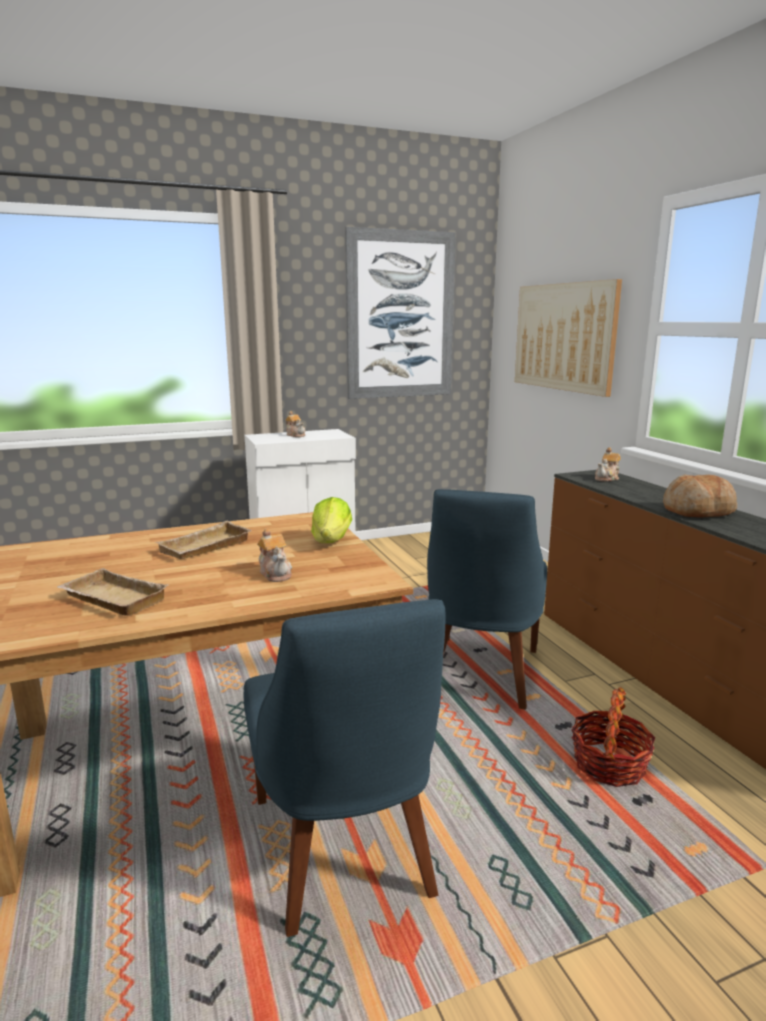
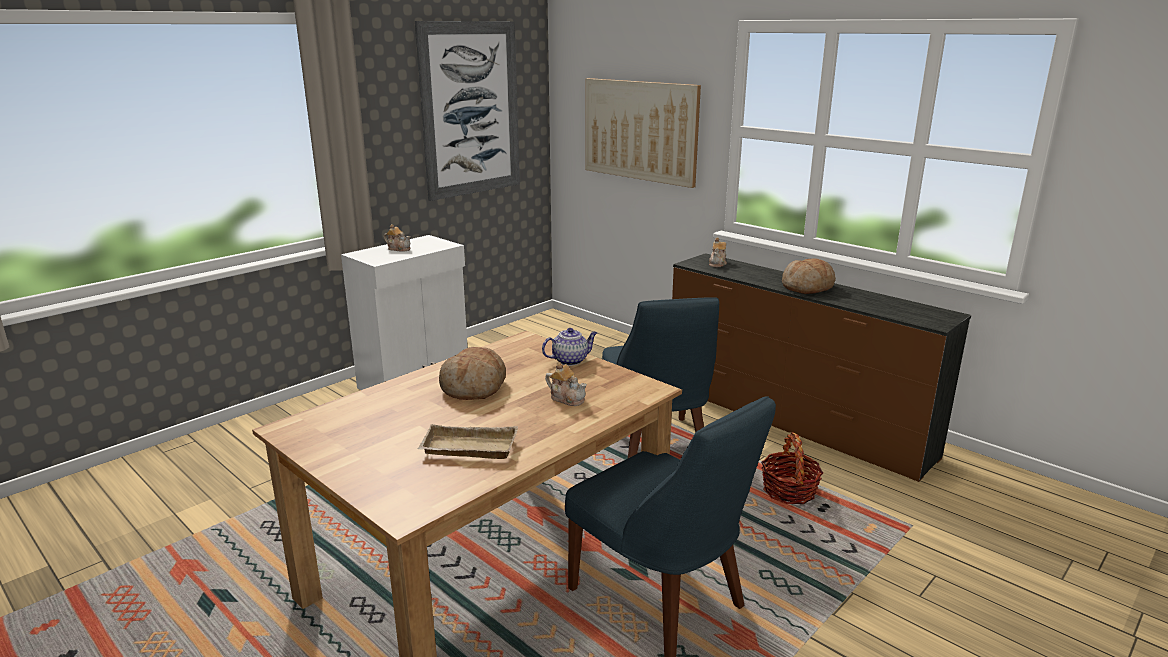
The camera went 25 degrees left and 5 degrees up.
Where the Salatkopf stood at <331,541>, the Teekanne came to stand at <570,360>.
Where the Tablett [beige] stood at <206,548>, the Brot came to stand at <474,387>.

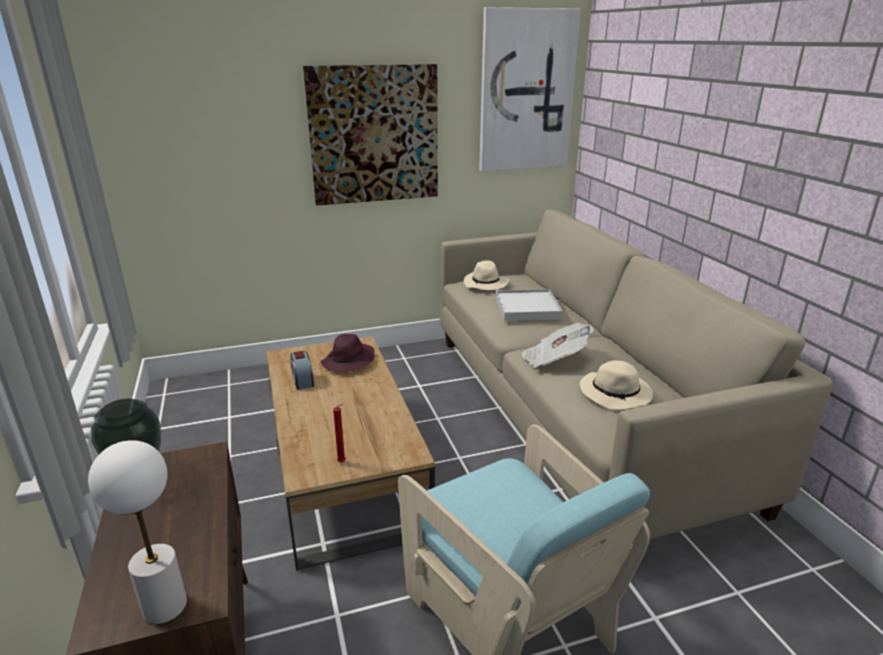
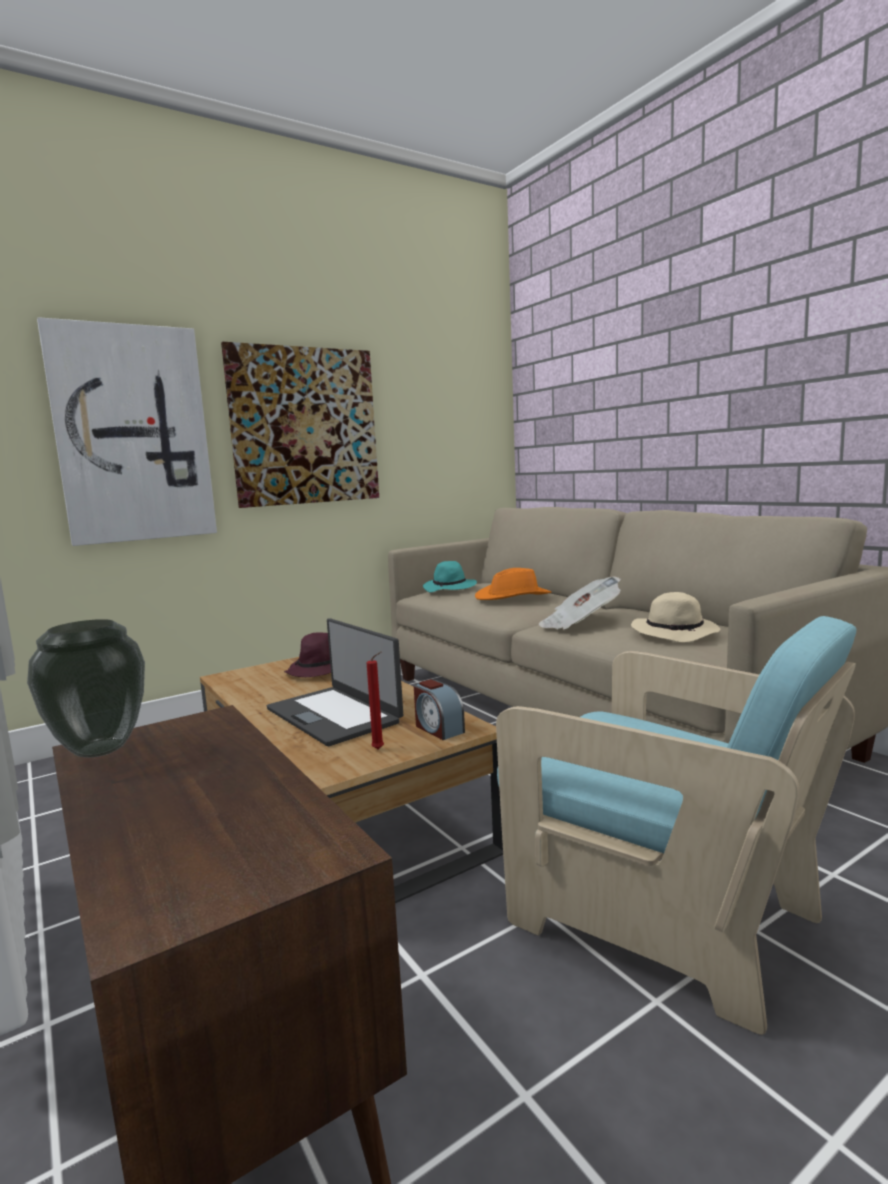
The camera went 15 degrees left and 15 degrees down.
The Bild ended up elsewhere, having gone from <526,92> to <133,435>.
What was the Hut [beige] at <486,284> turned into the Hut [türkis] at <450,588>.
Where the Tablett [weiß] stood at <527,308>, the Hut [orange] came to stand at <513,596>.
The Wecker ended up elsewhere, having gone from <302,381> to <438,729>.
The second view lost the Tischlampe [weiß] at <165,606>.
The second view gained the Laptop at <334,715>.

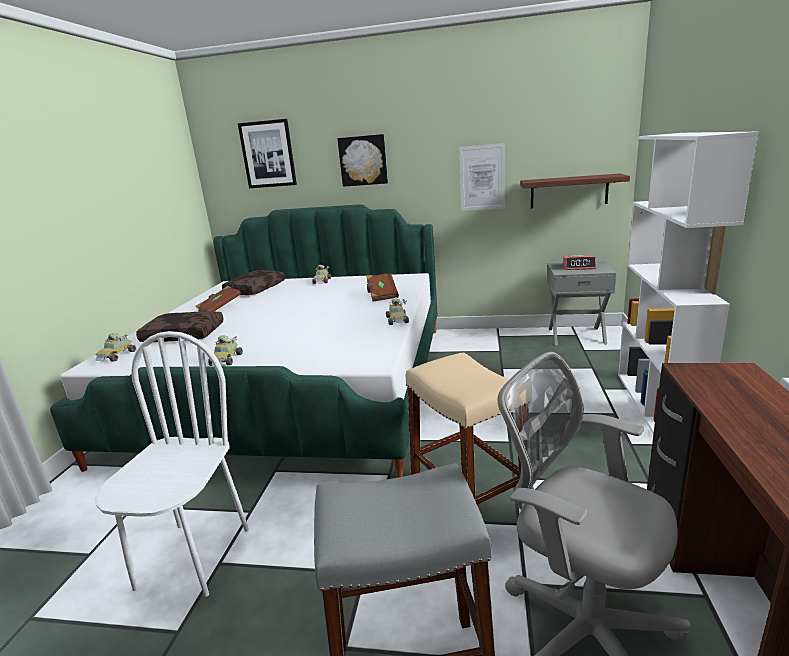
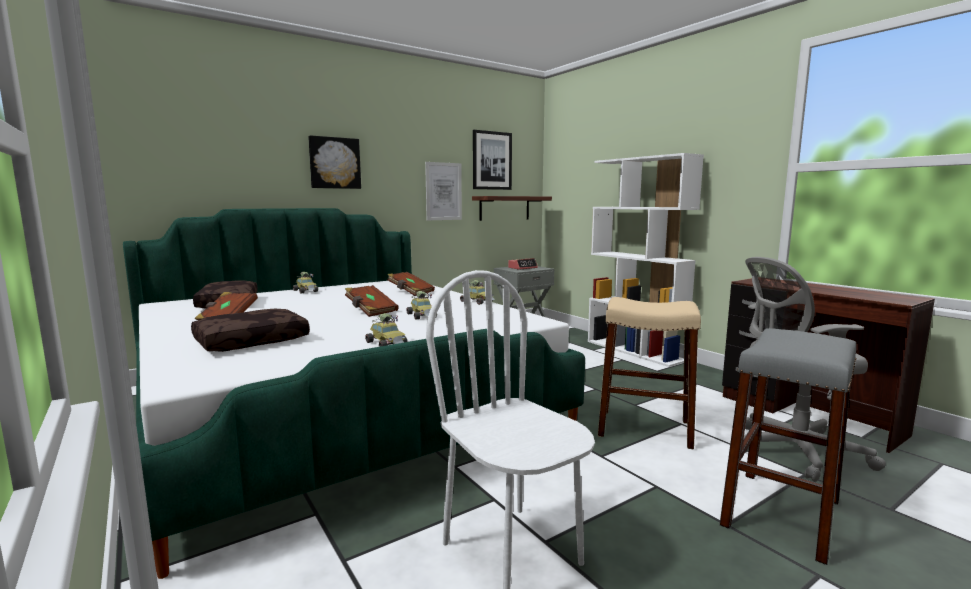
The camera went 45 degrees left and 10 degrees down.
The Bild ended up elsewhere, having gone from <268,154> to <492,160>.
The Spielzeugauto ended up elsewhere, having gone from <117,356> to <422,316>.
The second view gained the Buch [braun] at <370,311>.

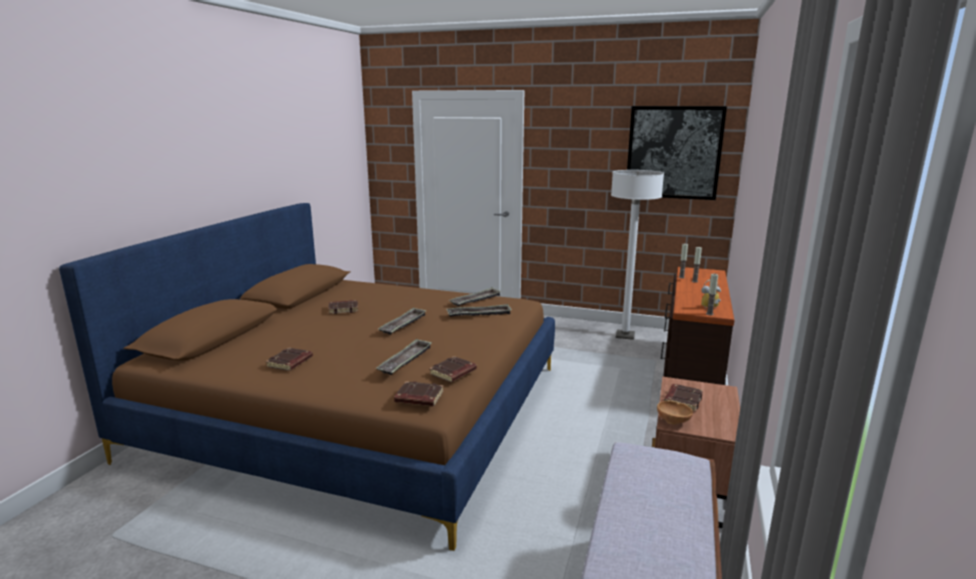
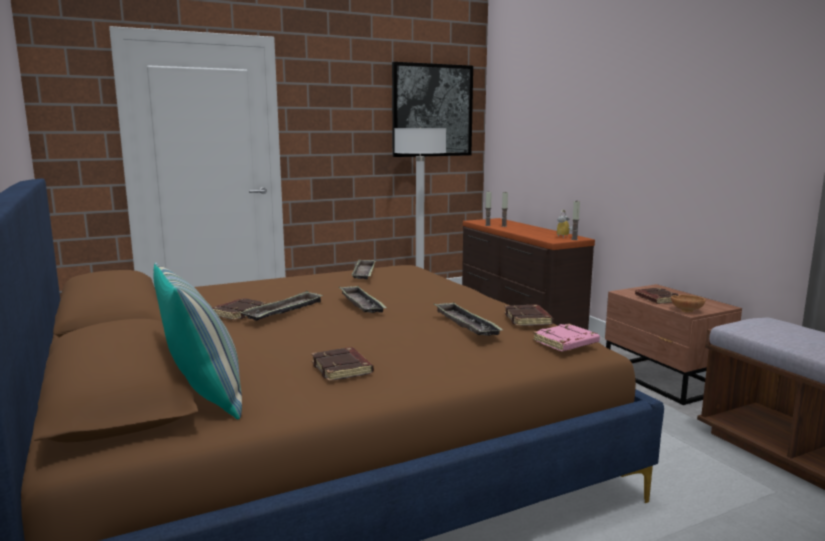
The camera went 45 degrees left and 5 degrees down.
The Tablett ended up elsewhere, having gone from <479,314> to <284,311>.
What was the Buch [braun] at <418,398> turned into the Buch [rosa] at <566,343>.
The second view gained the Kissen at <204,396>.

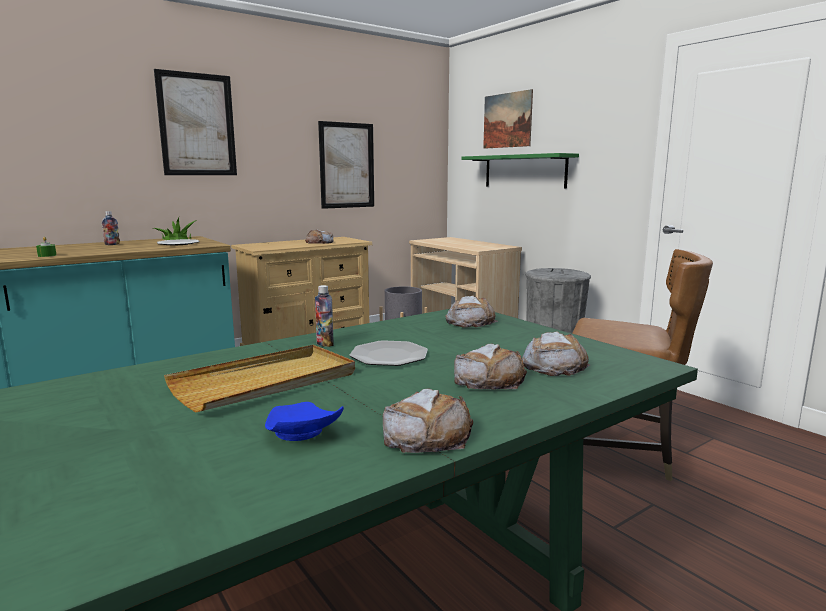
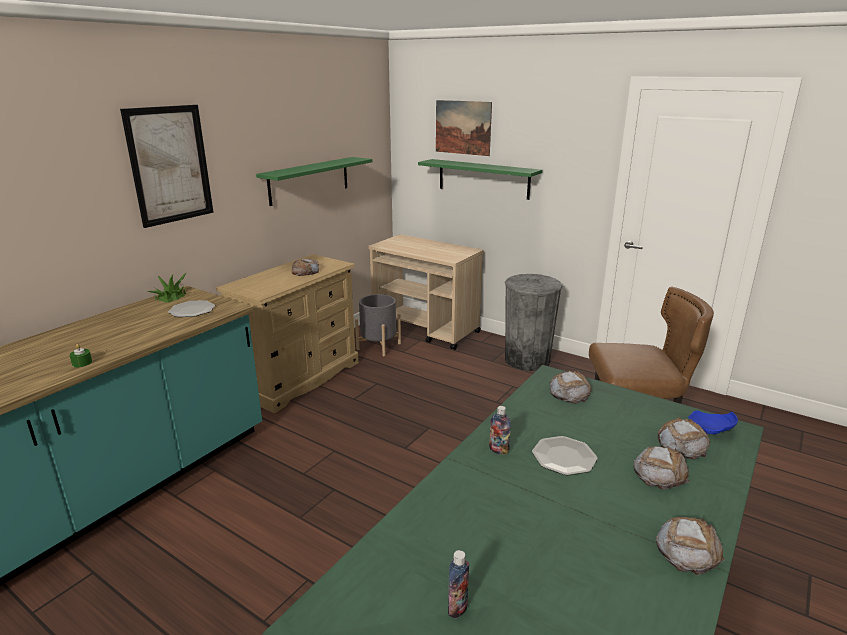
The camera went 20 degrees left and 10 degrees up.
Where the Bild hung at <347,165>, the Wandregal [grün] came to hang at <309,180>.
The Flasche ended up elsewhere, having gone from <112,244> to <457,608>.
The second view lost the Tablett [beige] at <266,382>.
The Teller [blau] ended up elsewhere, having gone from <300,434> to <711,429>.

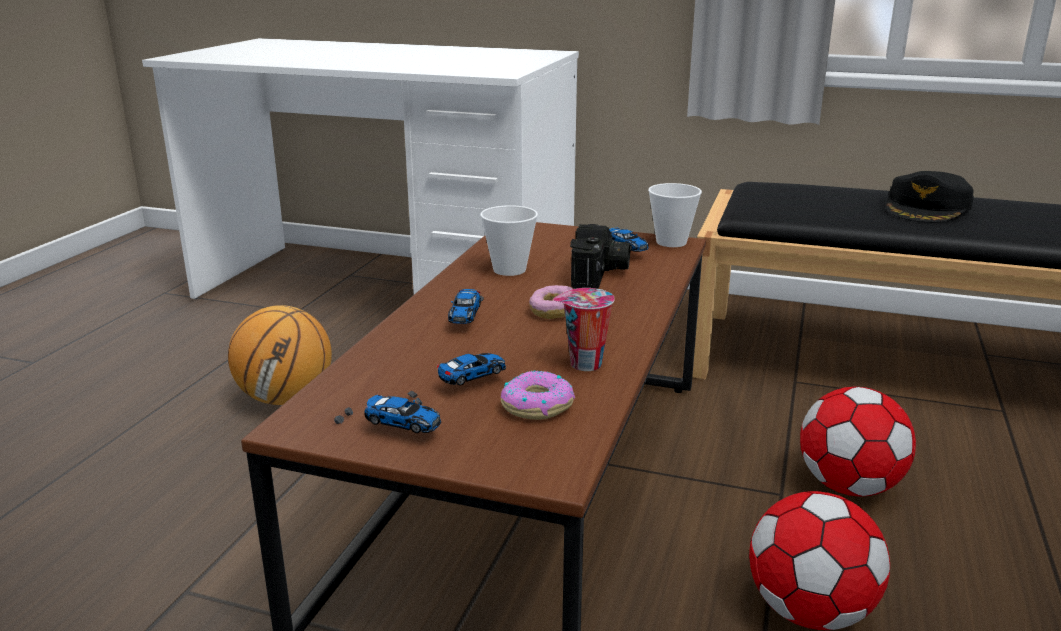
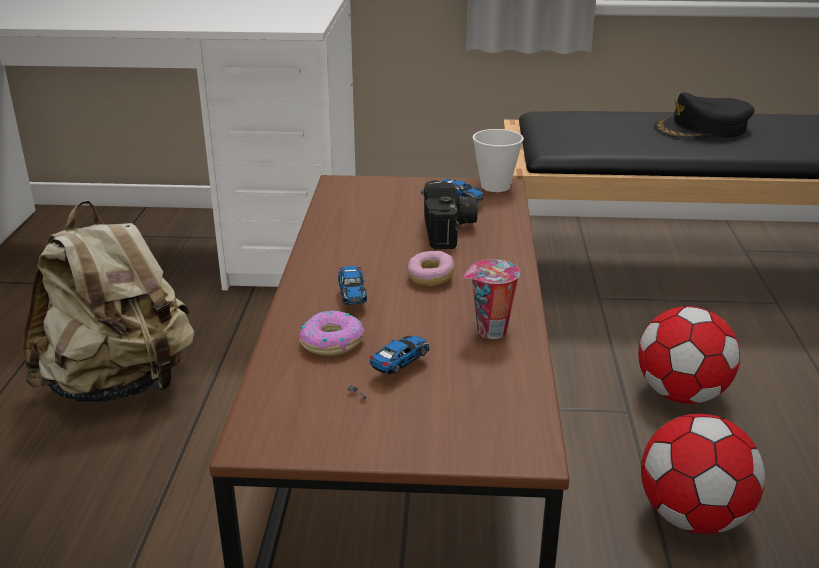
The camera went 15 degrees left and 5 degrees up.
The Kappe [schwarz] at <927,208> ended up facing another way, 60 degrees clockwise from before.
The second view lost the Tasse at <509,270>.
Where the Basketball stood at <286,398>, the Rucksack [beige] came to stand at <119,385>.
The Donut ended up elsewhere, having gone from <536,405> to <331,342>.
The second view lost the Spielzeugauto at <388,429>.

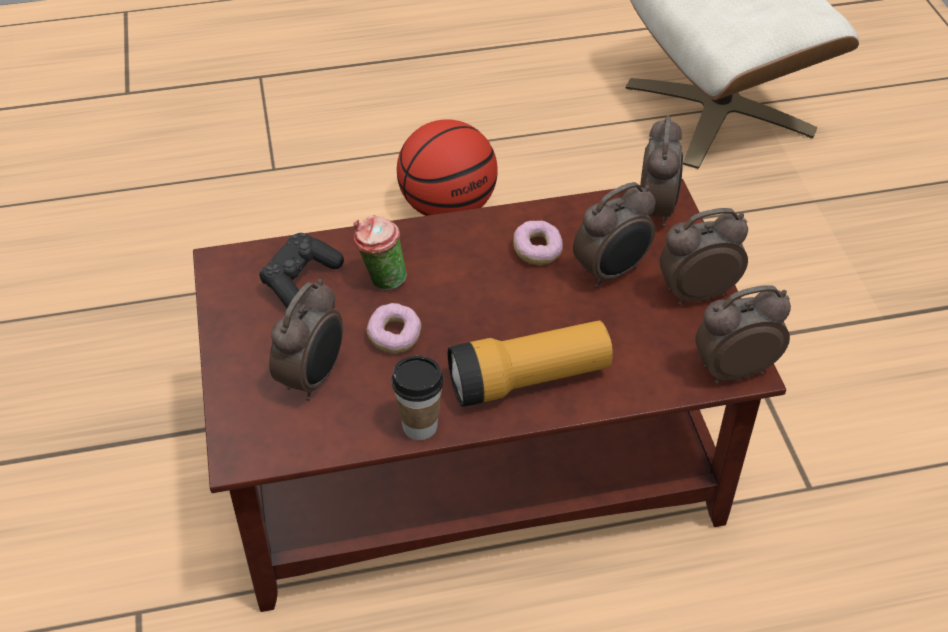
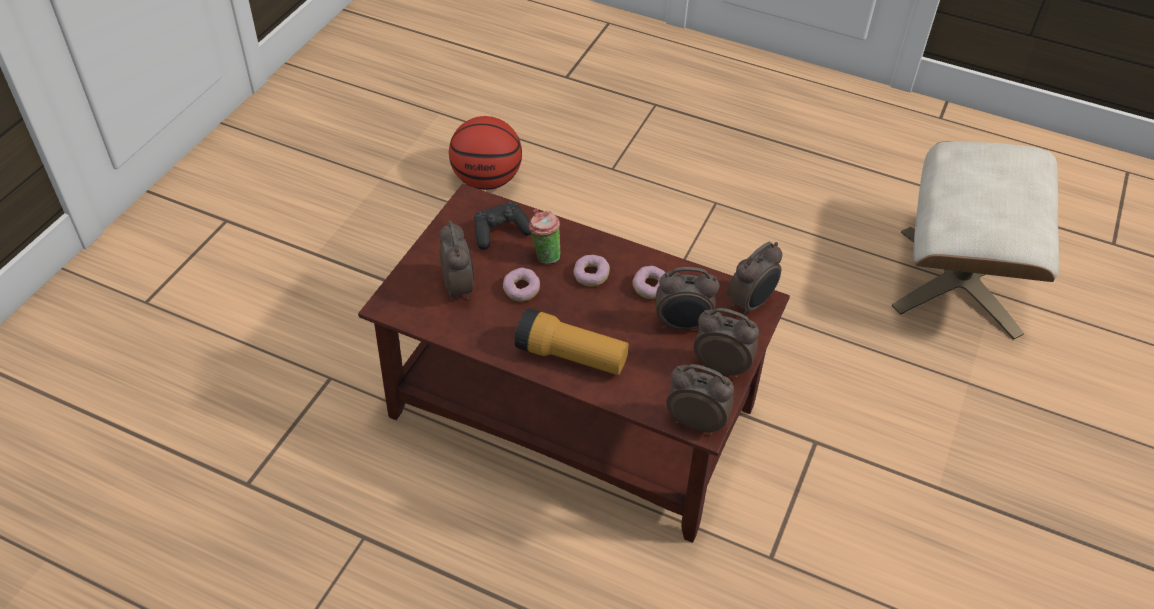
The camera went 35 degrees right and 0 degrees up.
The Basketball ended up elsewhere, having gone from <447,207> to <486,180>.
The Wecker at <314,377> ended up facing another way, 75 degrees counterclockwise from before.
The second view lost the Tasse at <420,426>.
The second view gained the Donut at <591,276>.

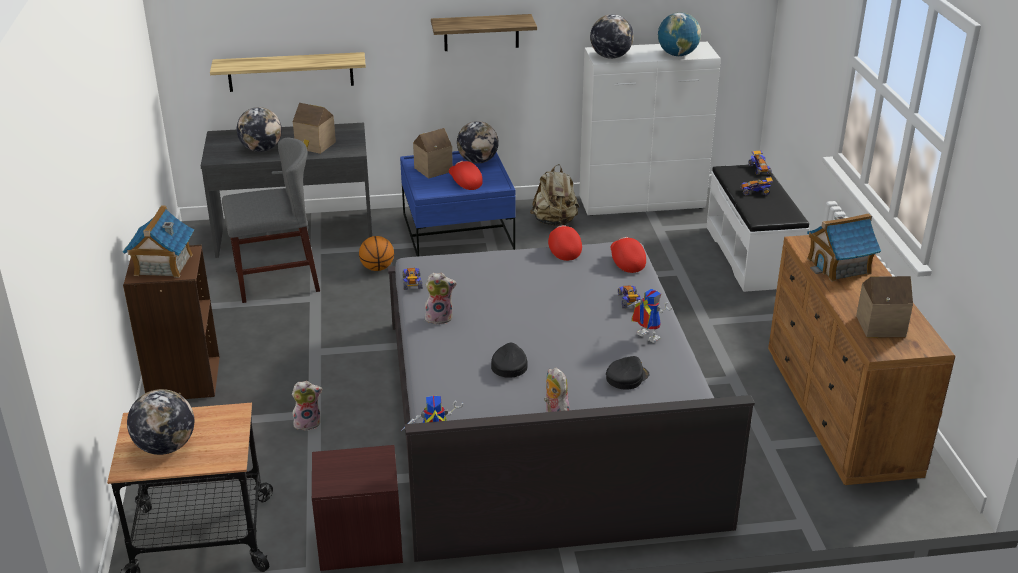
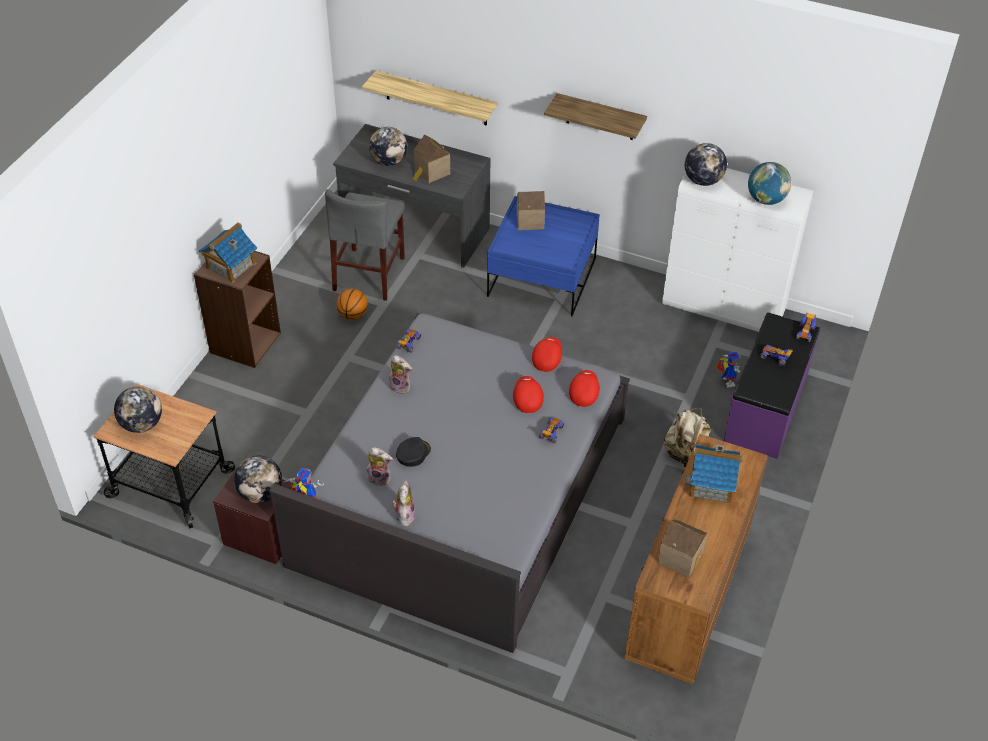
The camera went 30 degrees right and 15 degrees up.
The Globus ended up elsewhere, having gone from <478,161> to <261,493>.
The Stuhl [grau] at <277,280> ended up facing another way, 90 degrees clockwise from before.
The Kappe [rot] ended up elsewhere, having gone from <465,182> to <527,399>.
The Rucksack [beige] ended up elsewhere, having gone from <555,222> to <686,454>.
What was the Bank [weiß] at <752,256> turned into the Bank [lila] at <767,407>.
The Basketball ended up elsewhere, having gone from <377,268> to <353,315>.
The Spielzeugroboter ended up elsewhere, having gone from <644,337> to <725,380>.
The second view lost the Kappe [schwarz] at <626,377>.
The Plüschtier ended up elsewhere, having gone from <308,423> to <380,477>.

